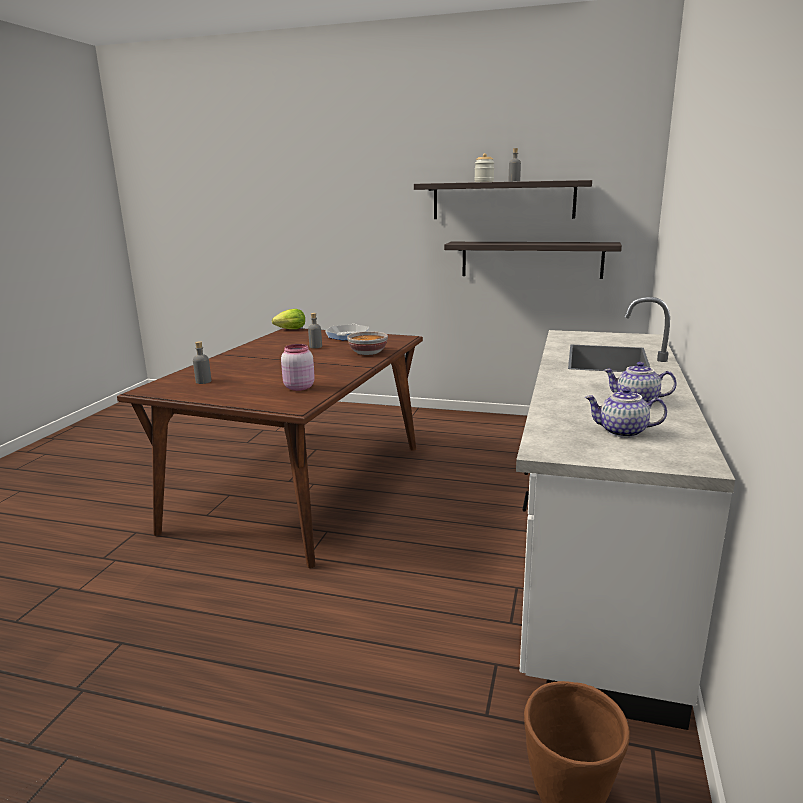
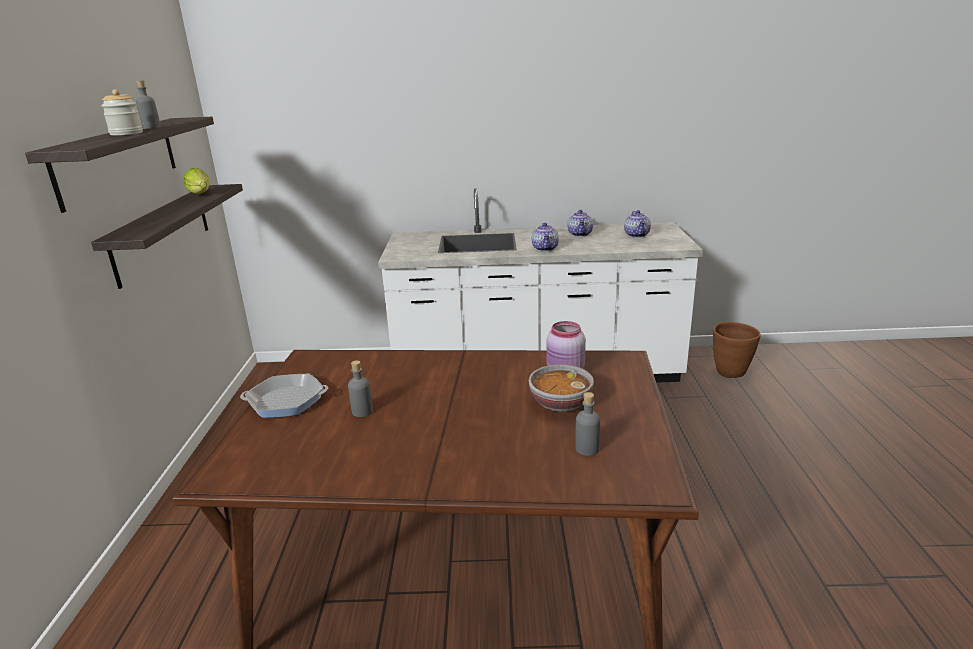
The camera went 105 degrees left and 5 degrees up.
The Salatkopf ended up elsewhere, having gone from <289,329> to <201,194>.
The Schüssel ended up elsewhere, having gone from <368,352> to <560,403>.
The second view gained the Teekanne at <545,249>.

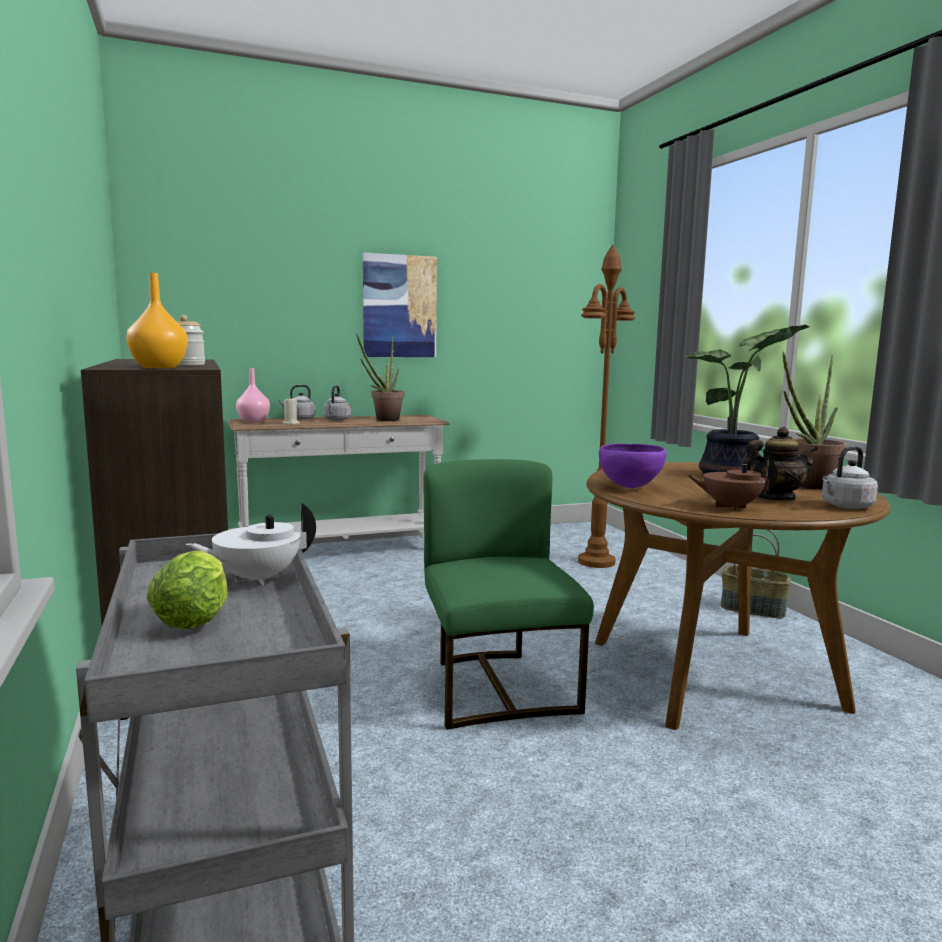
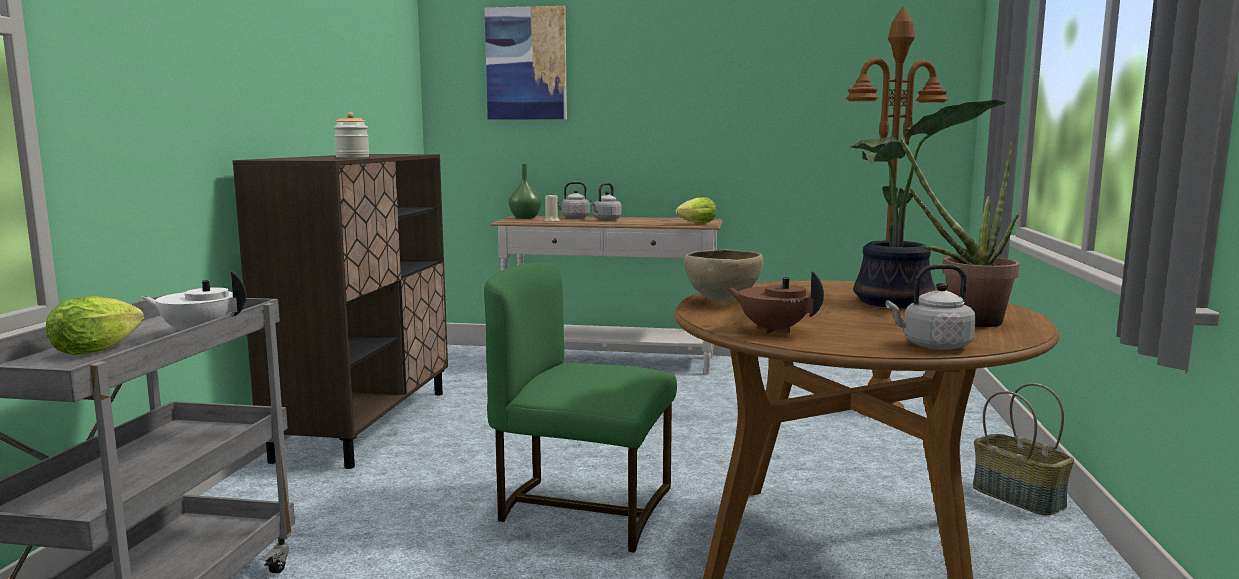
The camera went 30 degrees right and 0 degrees up.
The Bild ended up elsewhere, having gone from <399,306> to <526,64>.
The second view lost the Vase [orange] at <158,367>.
The second view lost the Topfpflanze at <383,420>.
What was the Vase [rosa] at <253,421> turned into the Vase [grün] at <525,217>.
The second view lost the Teekanne at <775,498>.
What was the Schüssel [lila] at <630,487> turned into the Schüssel [braun] at <723,301>.
The Stuhl [grün] at <497,687> ended up facing another way, 90 degrees counterclockwise from before.
The second view gained the Salatkopf at <695,223>.

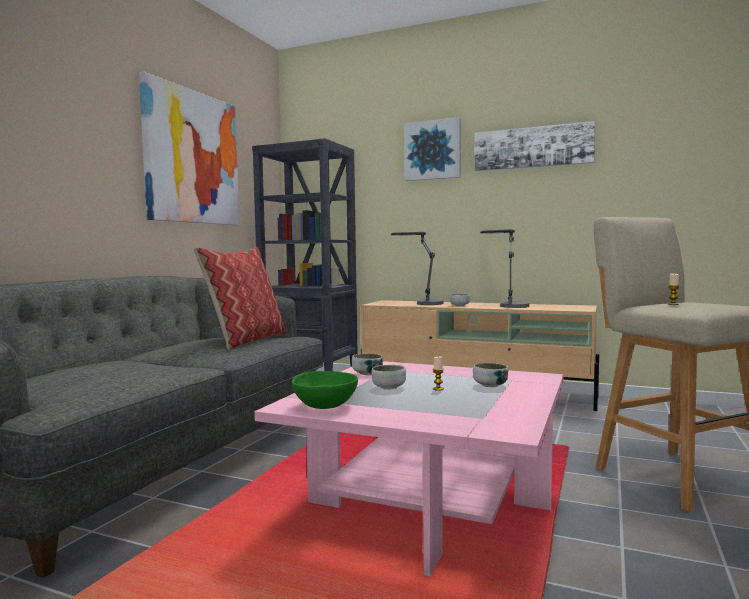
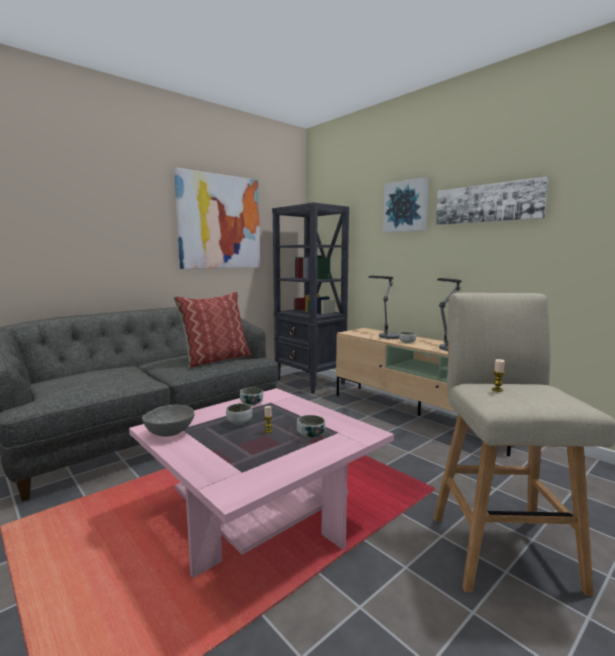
The camera went 25 degrees right and 5 degrees up.
What was the Schüssel [grün] at <325,407> turned into the Schüssel [grau] at <169,433>.

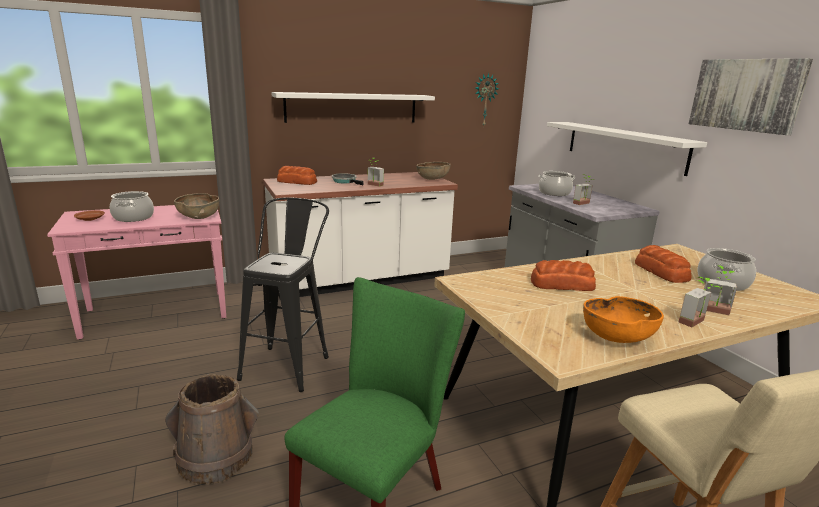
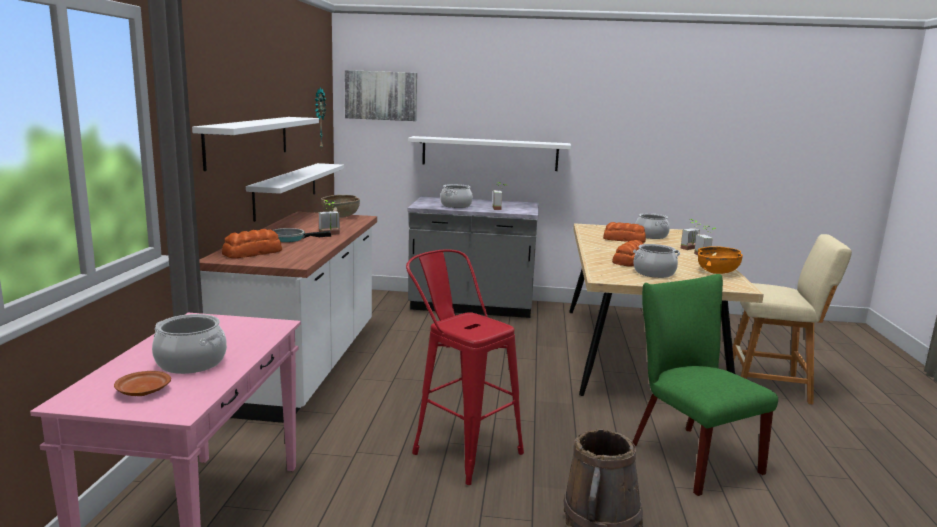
The camera went 60 degrees left and 5 degrees down.
The Bild ended up elsewhere, having gone from <746,95> to <381,95>.
The second view lost the Schüssel [braun] at <199,217>.
What was the Hocker [schwarz] at <289,363> turned into the Hocker [rot] at <460,449>.
The second view gained the Wandregal [weiß] at <286,189>.
The second view gained the Kochtopf at <654,273>.

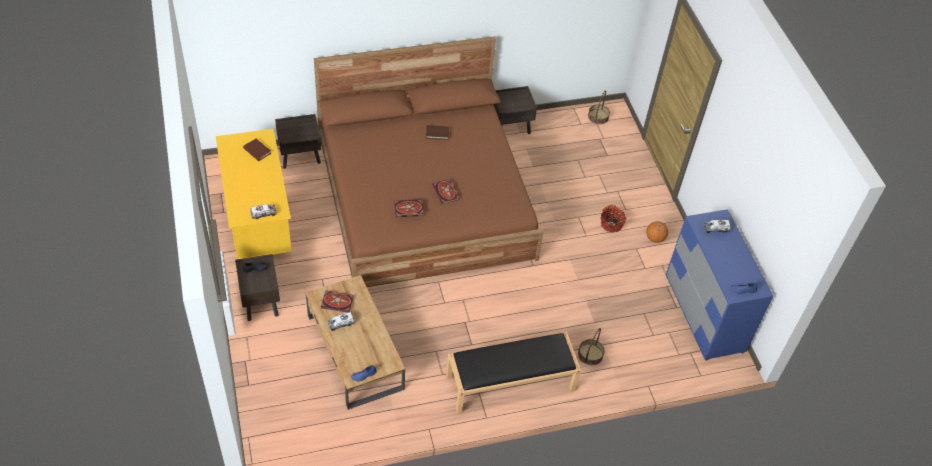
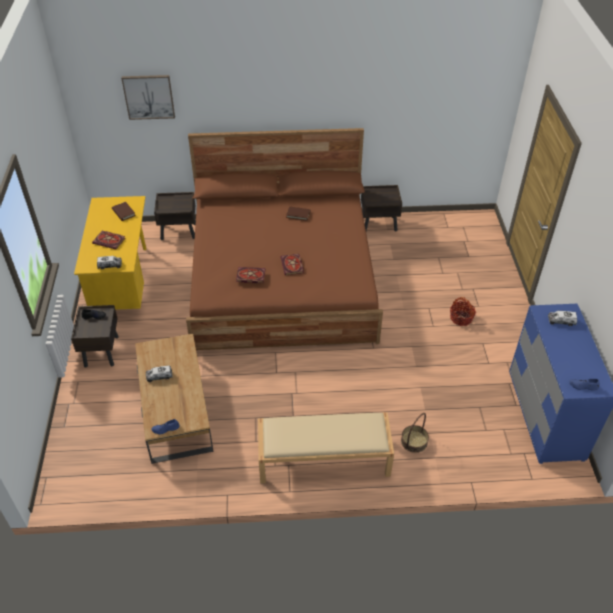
The camera went 15 degrees right and 5 degrees down.
The second view lost the Korb at <598,117>.
The second view lost the Basketball at <655,238>.
The Buch ended up elsewhere, having gone from <338,302> to <110,241>.
What was the Bank [schwarz] at <510,383> turned into the Bank [beige] at <323,459>.
The second view gained the Bild at <149,96>.

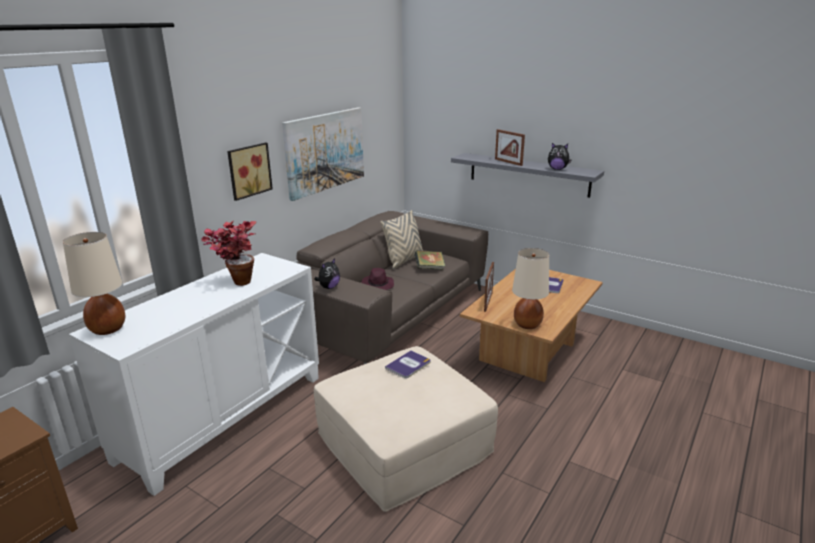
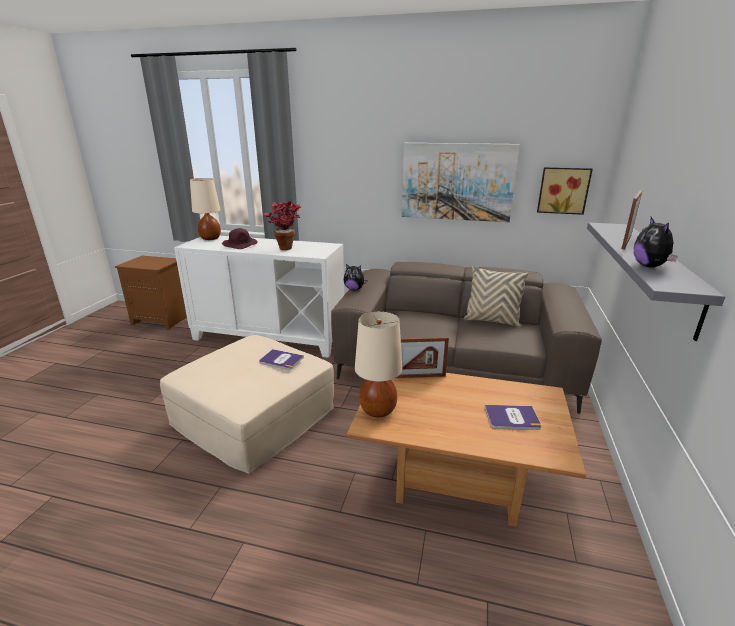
The camera went 70 degrees right and 0 degrees up.
The Bild ended up elsewhere, having gone from <248,170> to <563,190>.
The second view lost the Buch at <429,268>.
The Hut [lila] ended up elsewhere, having gone from <377,285> to <240,245>.

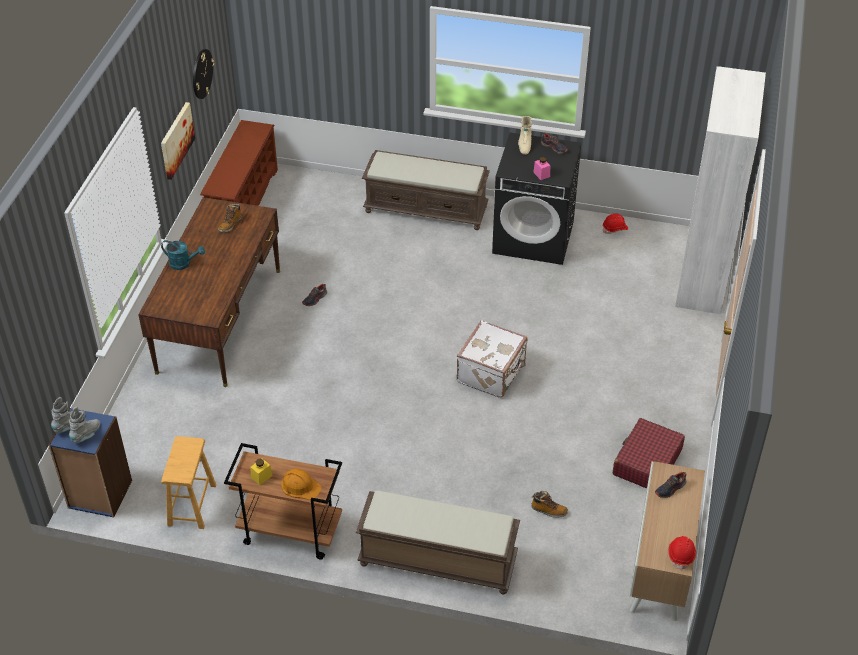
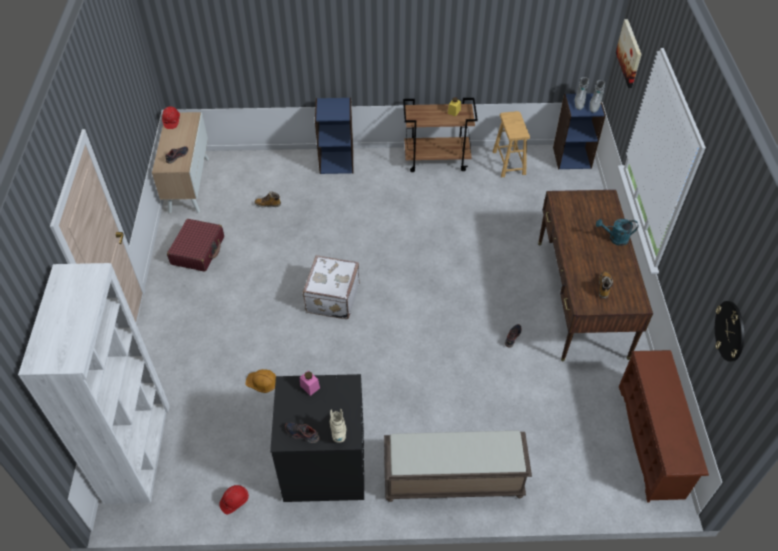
The camera went 165 degrees right and 5 degrees up.
The Bild ended up elsewhere, having gone from <176,140> to <630,53>.
The Schutzhelm [orange] ended up elsewhere, having gone from <300,486> to <262,381>.
Where the Bank [braun] stood at <436,561>, the Bücherregal [blau] came to stand at <336,162>.

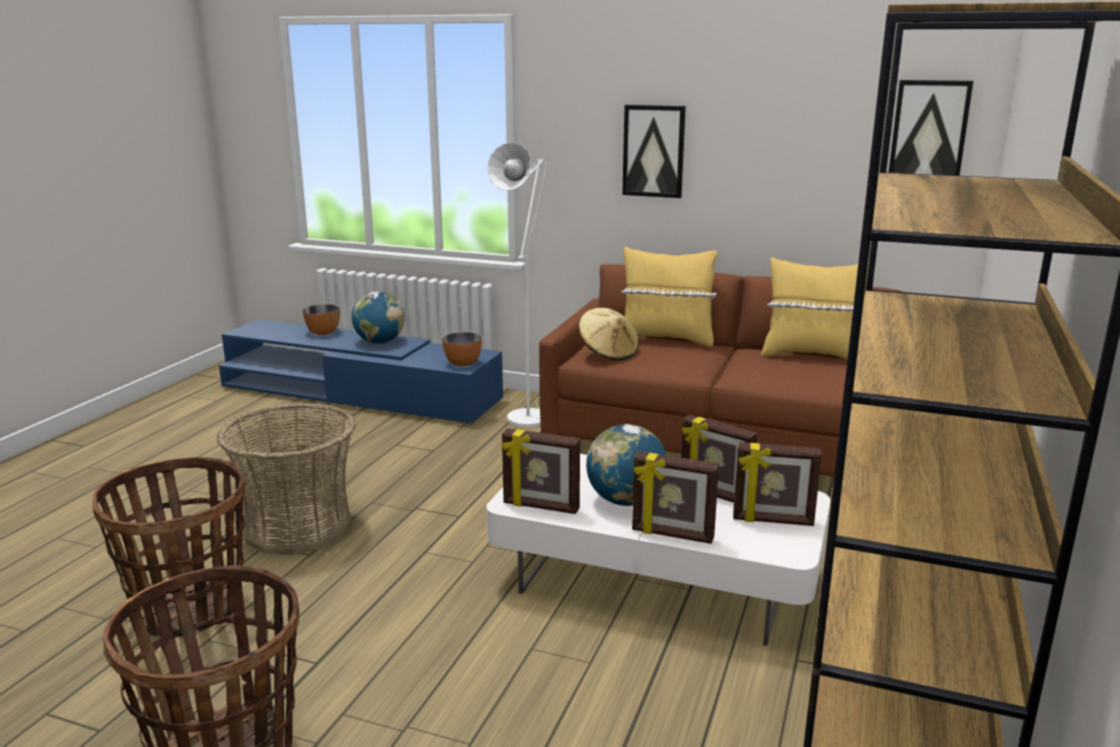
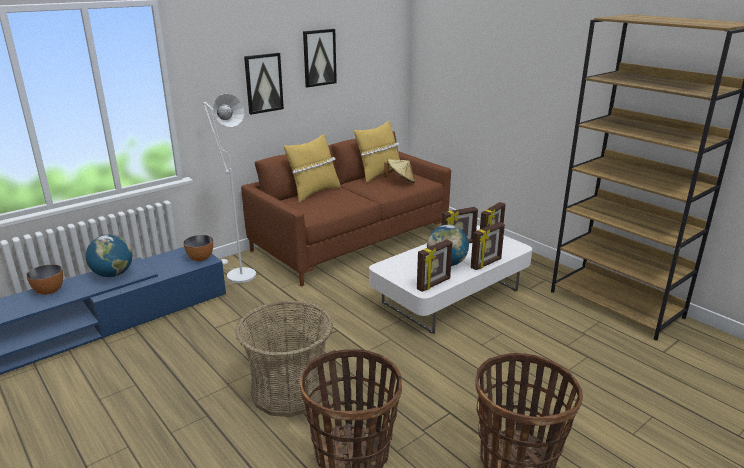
The camera went 60 degrees left and 5 degrees up.
The Bild ended up elsewhere, having gone from <929,131> to <319,57>.
The Hut [beige] ended up elsewhere, having gone from <608,353> to <400,181>.

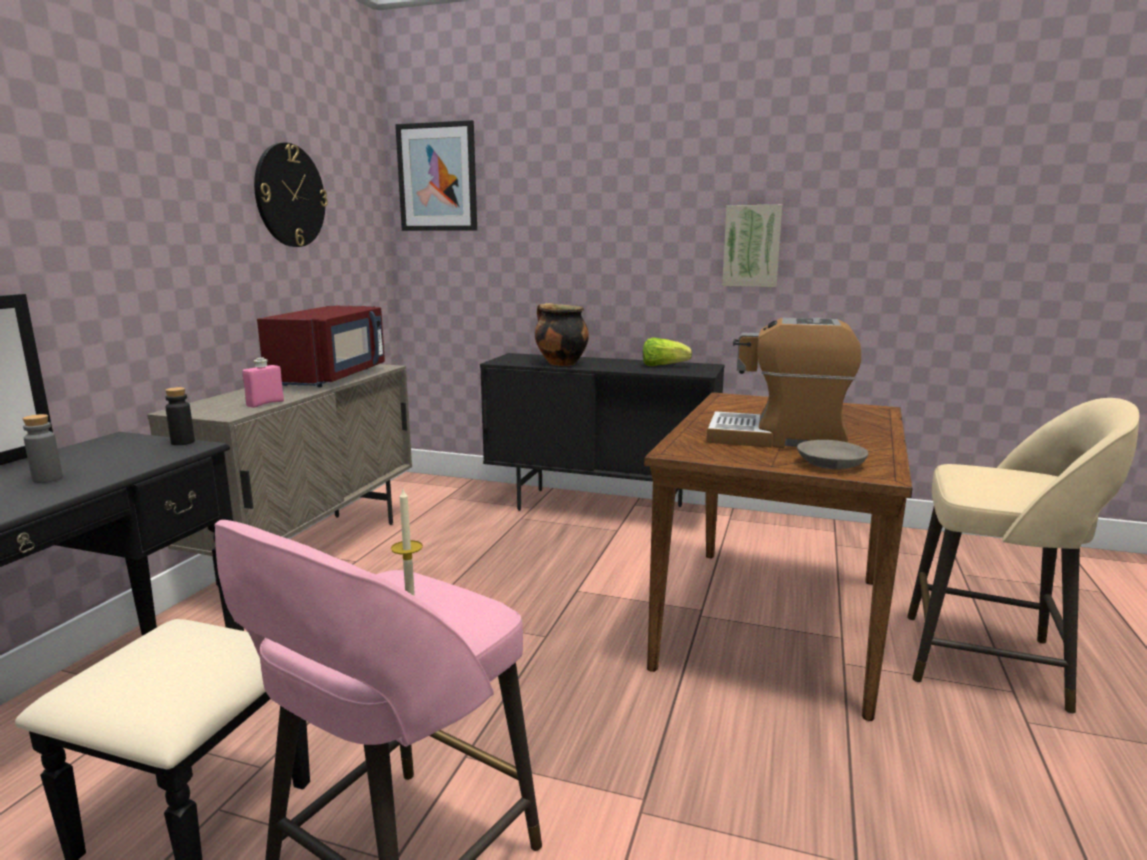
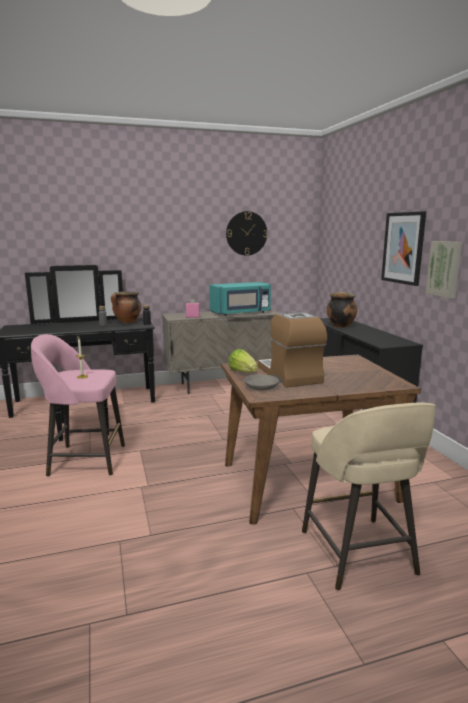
The camera went 55 degrees right and 0 degrees up.
The Bild ended up elsewhere, having gone from <437,177> to <403,248>.
What was the Mikrowelle [rot] at <332,377> turned into the Mikrowelle [türkis] at <241,313>.
The Salatkopf ended up elsewhere, having gone from <663,366> to <243,372>.
The second view gained the Kochtopf at <127,322>.

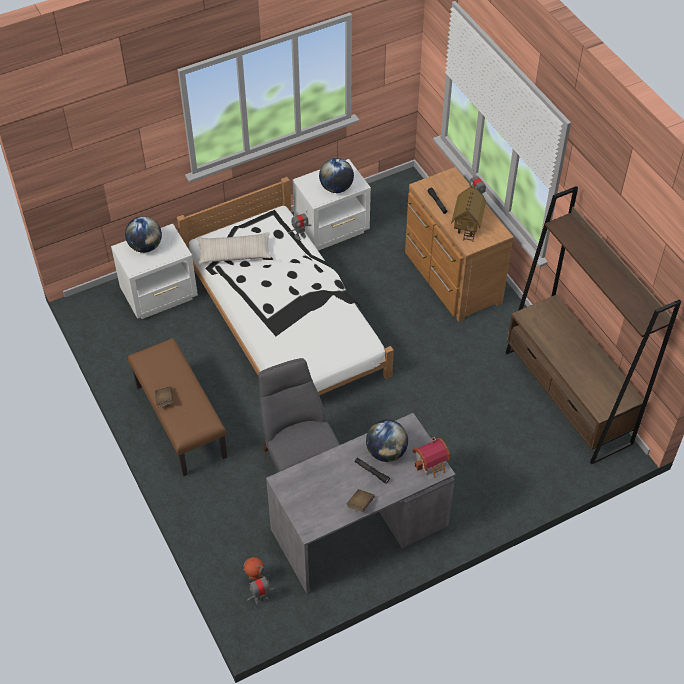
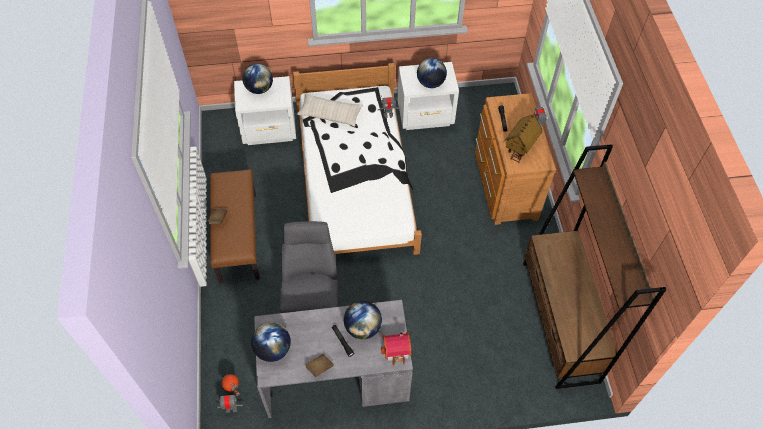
The camera went 20 degrees right and 5 degrees up.
The second view gained the Globus at <273,349>.

